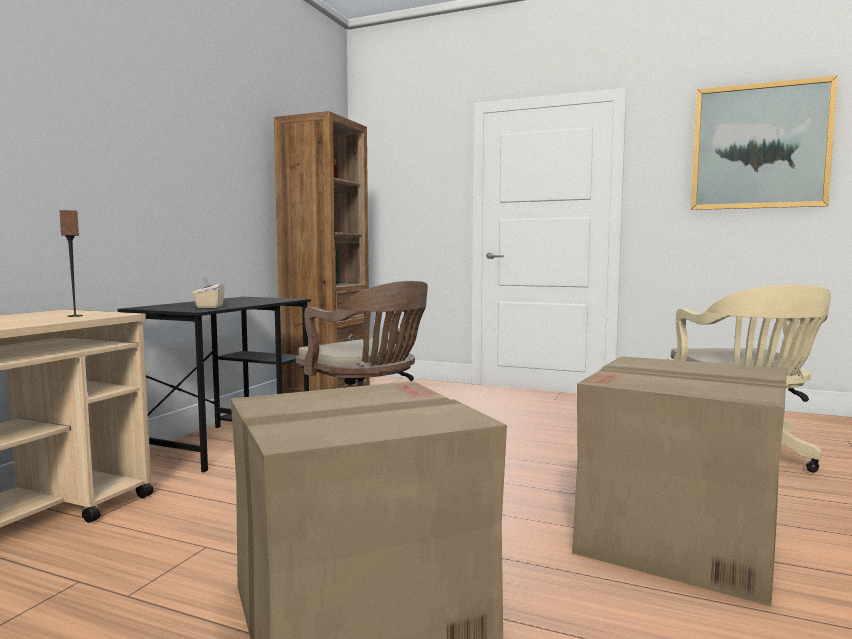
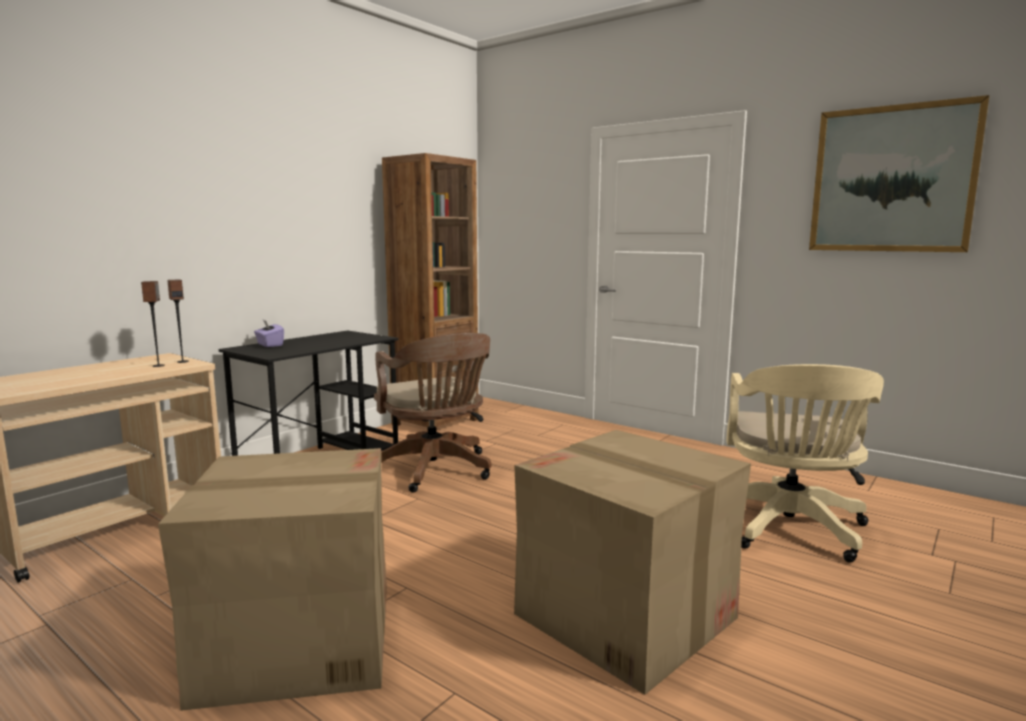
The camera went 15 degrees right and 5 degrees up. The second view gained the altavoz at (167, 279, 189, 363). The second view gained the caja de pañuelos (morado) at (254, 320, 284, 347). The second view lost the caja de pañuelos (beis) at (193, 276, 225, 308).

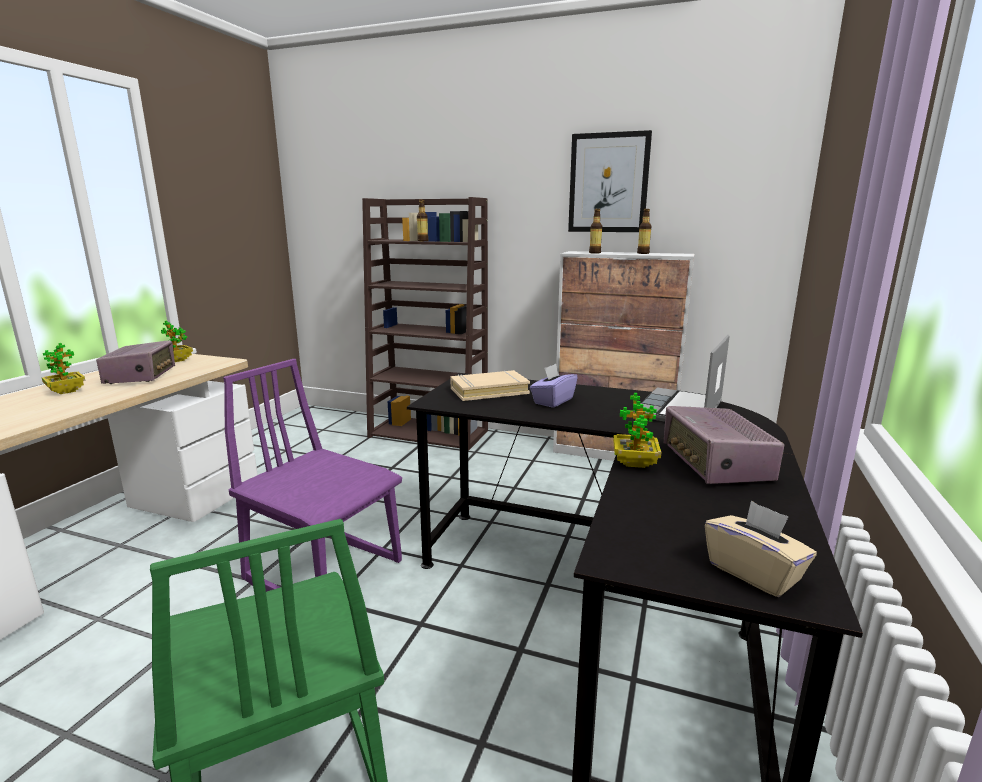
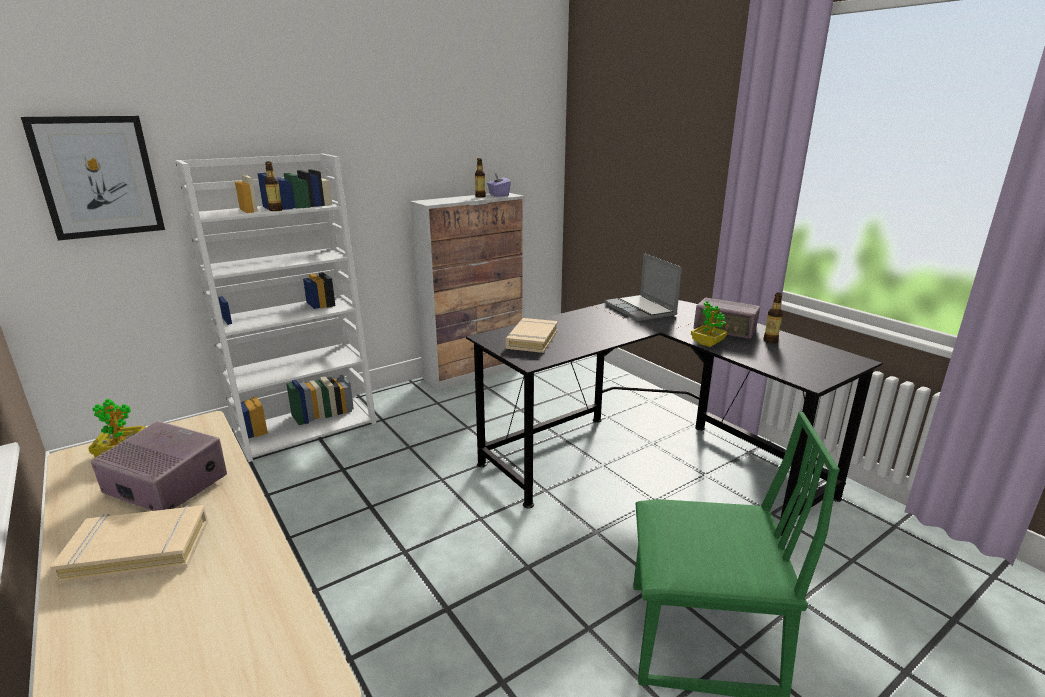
The camera went 55 degrees left and 5 degrees up. The cuadro ended up elsewhere, having gone from (568, 130, 652, 232) to (21, 116, 165, 241). Where the planta en maceta stood at (42, 343, 86, 394), the libro (beis) came to stand at (50, 505, 208, 585). What was the estantería (marrón) at (362, 197, 488, 451) turned into the estantería (blanco) at (175, 154, 376, 462). The caja de pañuelos (morado) ended up elsewhere, having gone from (530, 364, 578, 408) to (487, 173, 511, 197). The botella ended up elsewhere, having gone from (589, 209, 602, 253) to (763, 293, 783, 343). The second view lost the silla (morado) at (223, 359, 402, 592). The second view lost the caja de pañuelos (beis) at (705, 500, 817, 597).

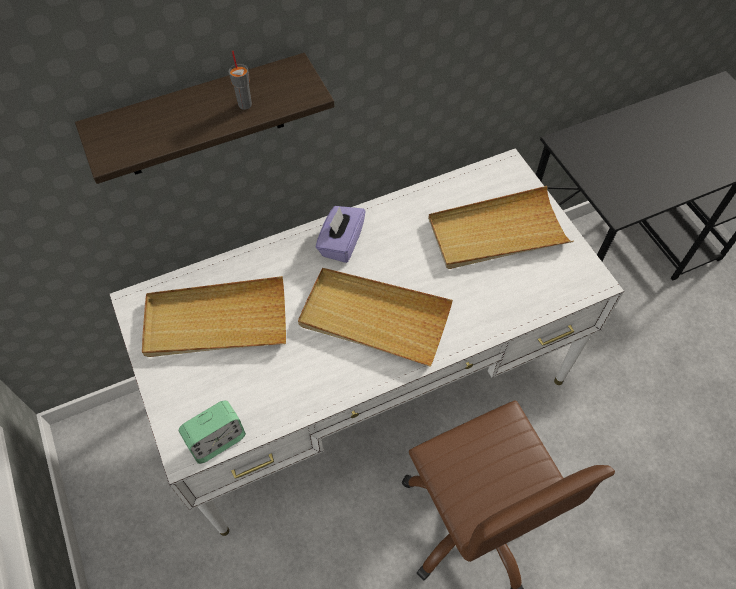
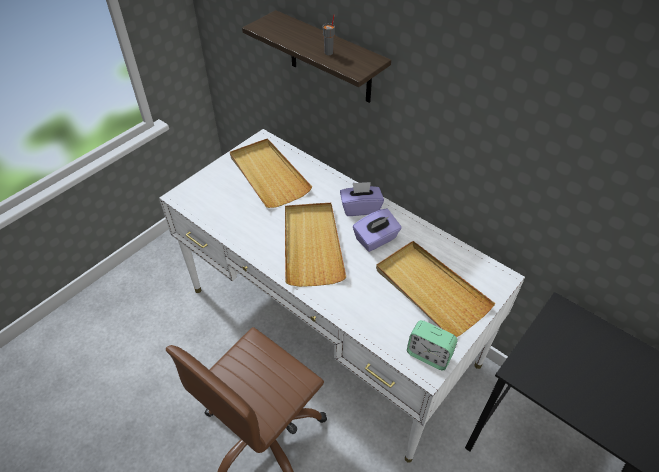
The camera went 65 degrees right and 10 degrees down. The second view gained the caja de pañuelos (morado) at (353, 208, 402, 252). The despertador ended up elsewhere, having gone from (179, 400, 246, 464) to (407, 320, 458, 370).

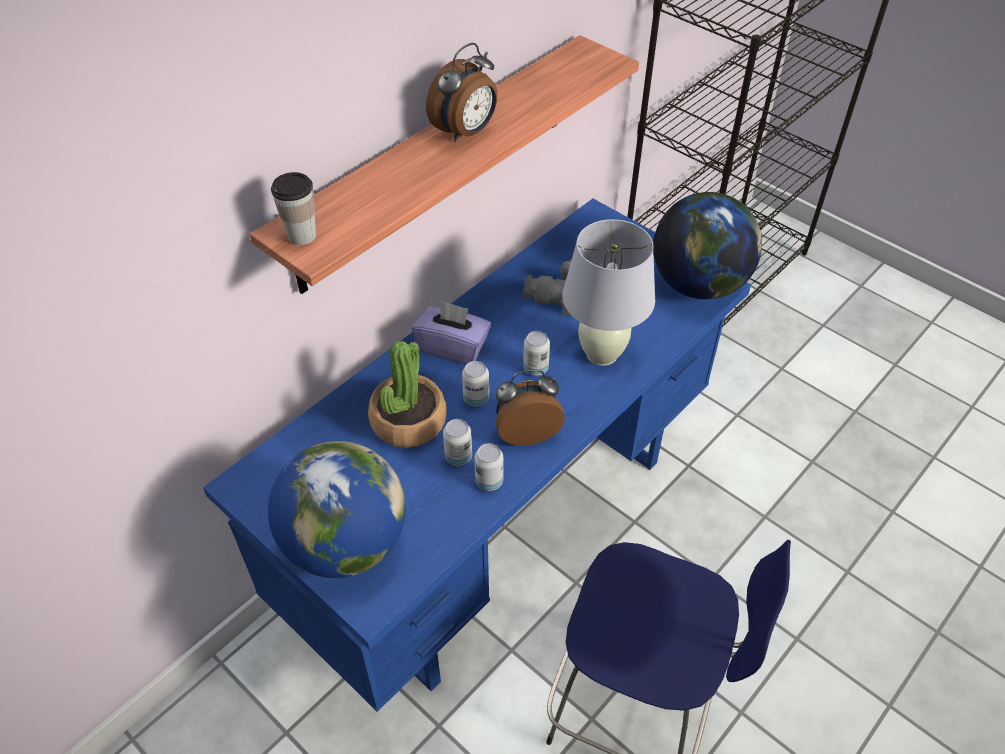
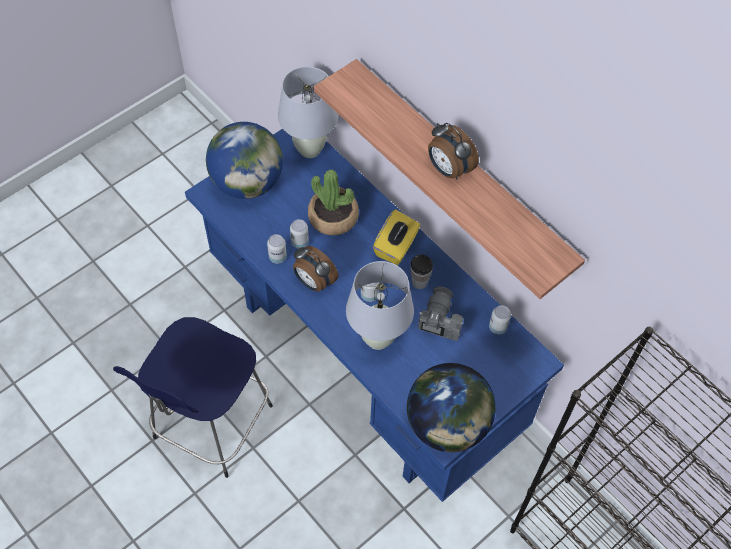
The camera went 95 degrees right and 10 degrees up. The second view gained the lámpara de mesa (blanco) at (278, 66, 339, 158). The despertador at (496, 370, 565, 446) ended up facing another way, 135 degrees clockwise from before. What was the caja de pañuelos (morado) at (412, 301, 491, 364) turned into the caja de pañuelos (amarillo) at (373, 209, 420, 265). The taza ended up elsewhere, having gone from (271, 172, 316, 245) to (411, 254, 433, 289). The lata ended up elsewhere, having gone from (462, 361, 489, 406) to (489, 305, 511, 334).

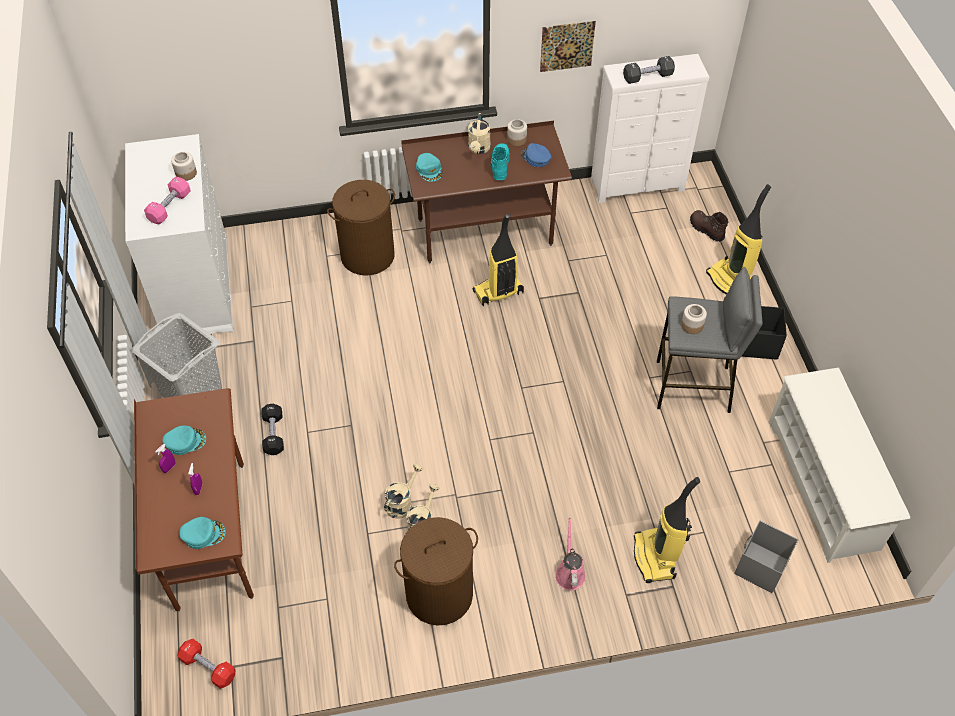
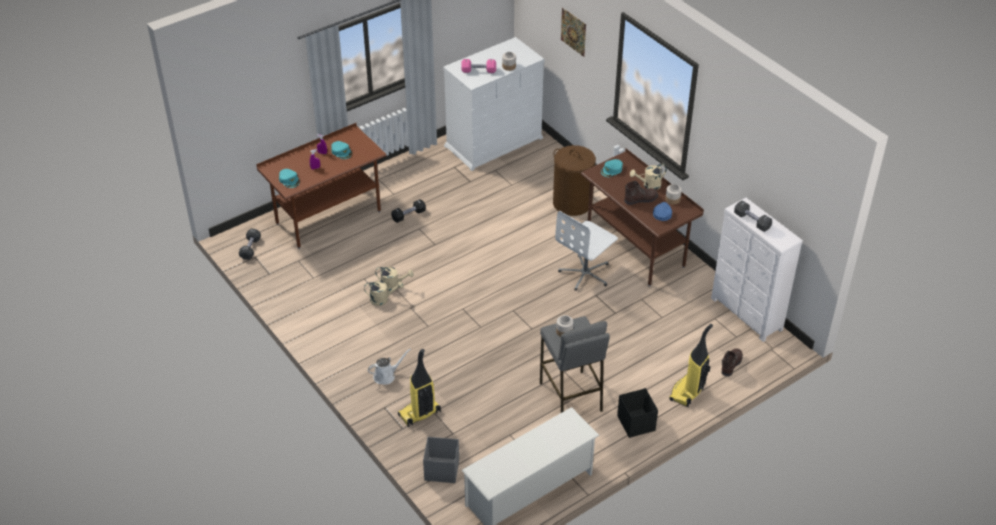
The camera went 65 degrees right and 10 degrees down. What was the mancuerna (rojo) at (178, 639, 235, 689) turned into the mancuerna (negro) at (239, 228, 261, 260). What was the regadera (rosa) at (555, 518, 586, 590) turned into the regadera (blanco) at (368, 349, 411, 385). Where the aspiradora stood at (473, 214, 524, 306), the silla de oficina (blanco) came to stand at (555, 211, 618, 291). The cuadro ended up elsewhere, having gone from (540, 21, 596, 72) to (561, 8, 586, 57). What was the bota (turquesa) at (489, 143, 510, 180) turned into the bota (marrón) at (624, 181, 658, 205). The second view lost the cesto de la ropa (gris) at (132, 313, 222, 398). The second view lost the cesto de la ropa (marrón) at (394, 517, 478, 626).

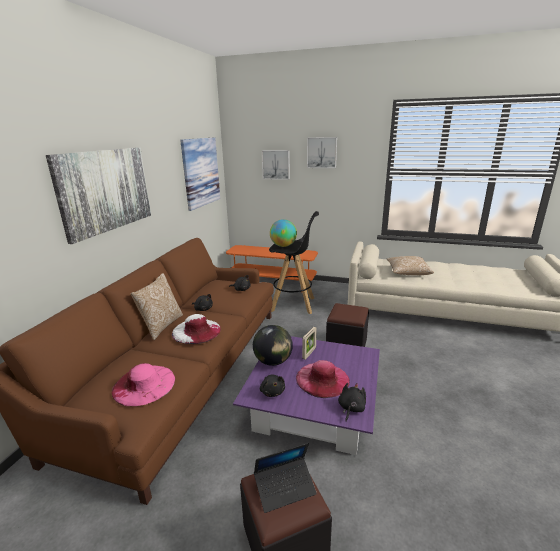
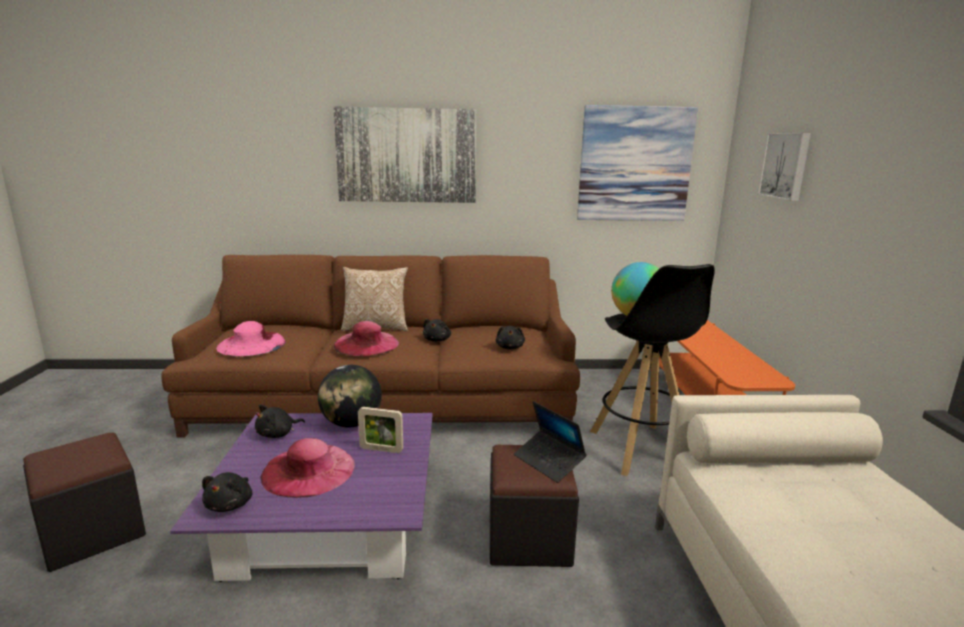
The camera went 70 degrees right and 5 degrees down. The peluche (negro) at (338, 383, 366, 421) ended up facing another way, 90 degrees clockwise from before. What was the sombrero (blanco) at (172, 314, 221, 344) turned into the sombrero (rosa) at (334, 321, 399, 356). The portátil ended up elsewhere, having gone from (254, 443, 317, 513) to (514, 401, 587, 483). The second view lost the cuadro at (307, 137, 337, 168). The second view lost the cojín at (387, 256, 434, 275).

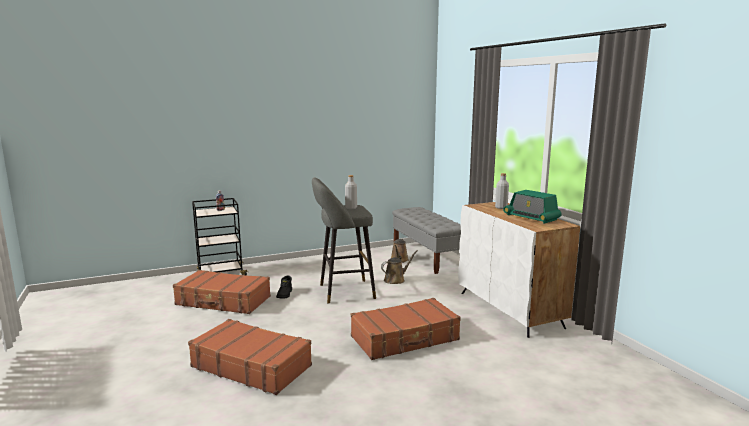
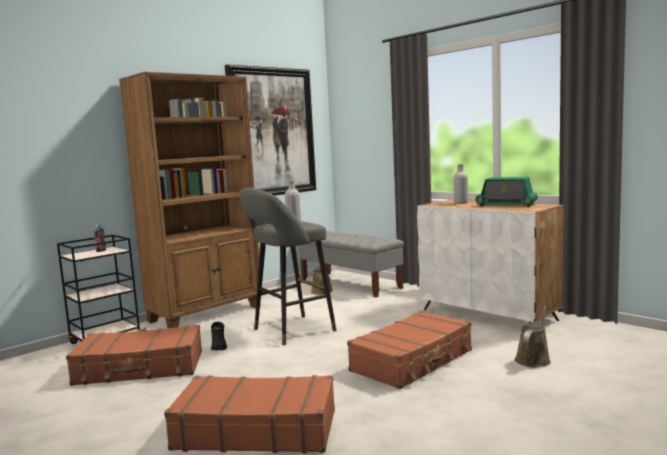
The camera went 20 degrees left and 5 degrees down. The second view gained the estantería (marrón) at (119, 72, 262, 328). The second view gained the cuadro at (225, 64, 316, 196). The regadera (marrón) ended up elsewhere, having gone from (381, 250, 418, 284) to (515, 306, 551, 367).

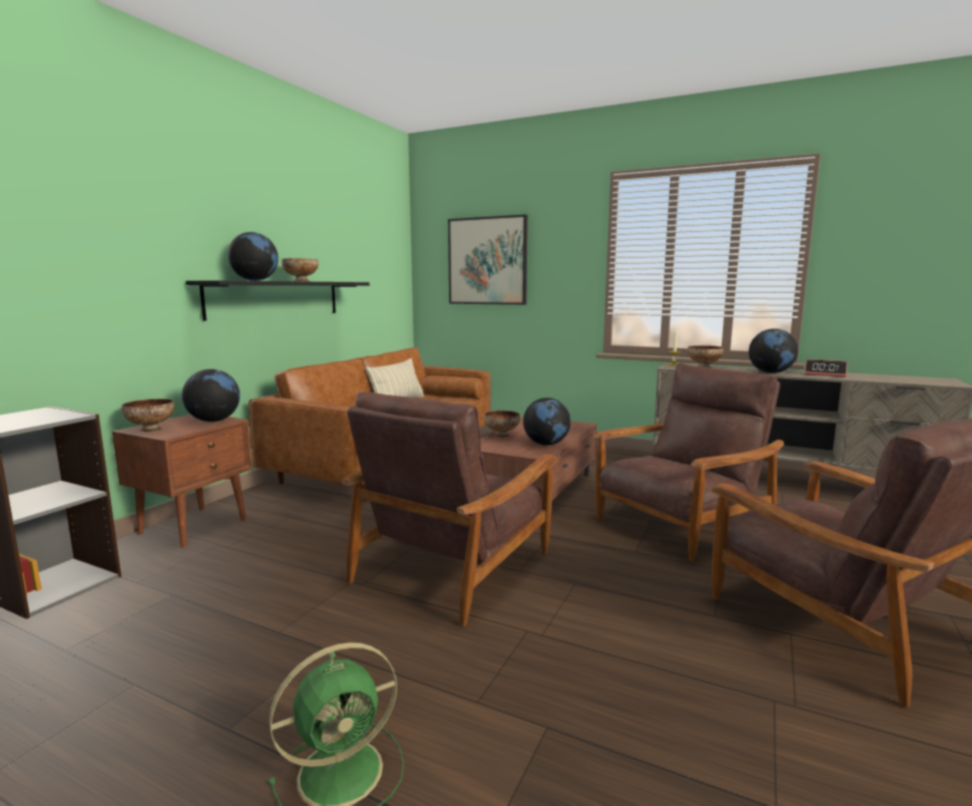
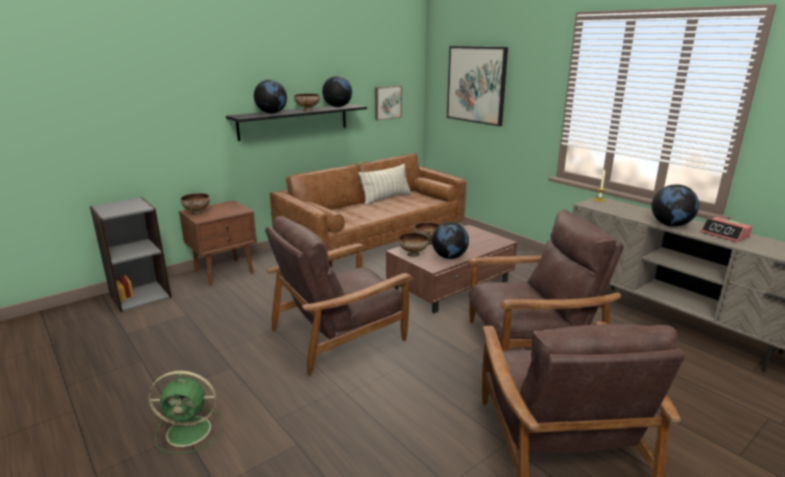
The camera went 25 degrees right and 10 degrees up. The globo terráqueo ended up elsewhere, having gone from (182, 369, 240, 422) to (322, 76, 352, 107). The second view gained the cuadro at (375, 86, 402, 120). The cuenco ended up elsewhere, having gone from (688, 345, 724, 368) to (399, 233, 428, 257).

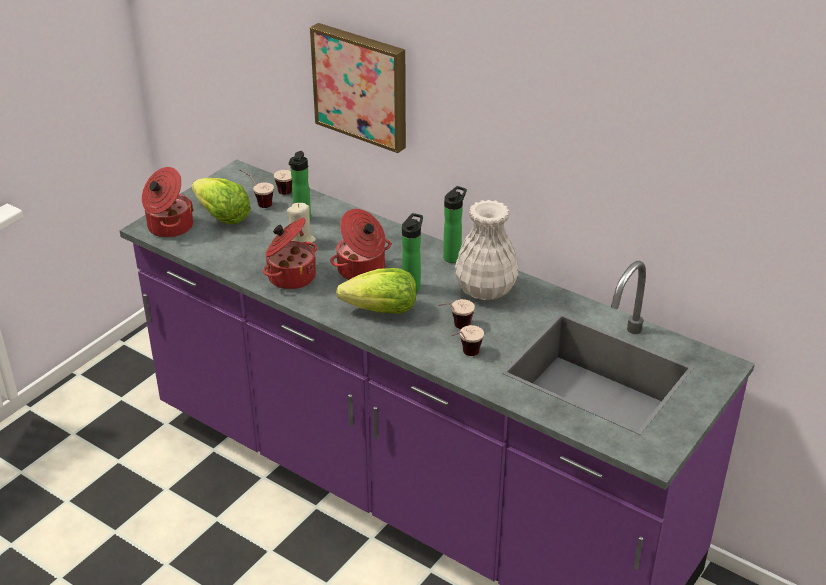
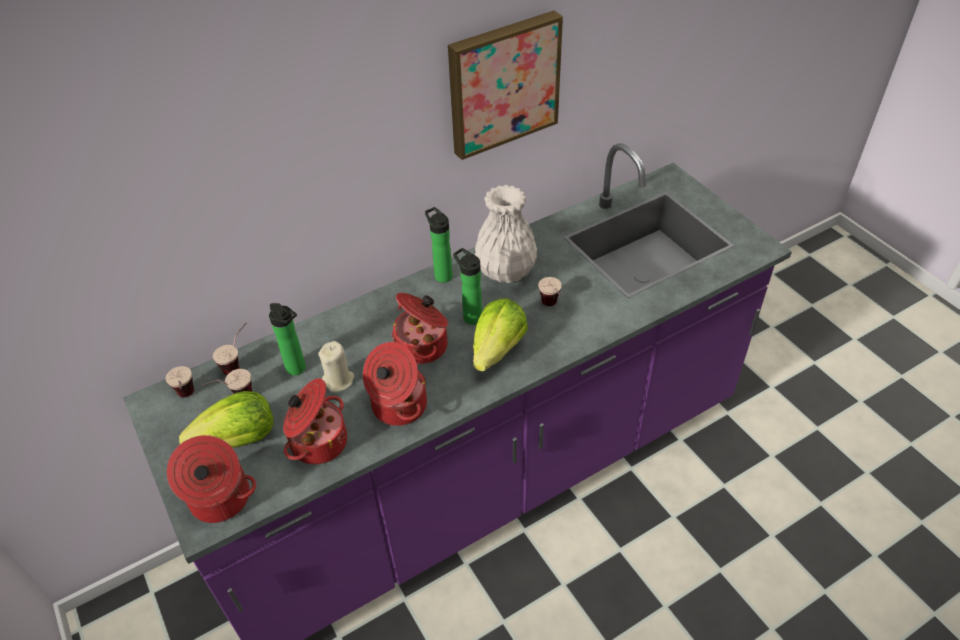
The camera went 65 degrees left and 10 degrees up. The taza ended up elsewhere, having gone from (451, 325, 484, 356) to (166, 366, 194, 398). The second view gained the olla at (283, 378, 347, 464). The cuadro ended up elsewhere, having gone from (310, 23, 406, 153) to (448, 11, 563, 160).

